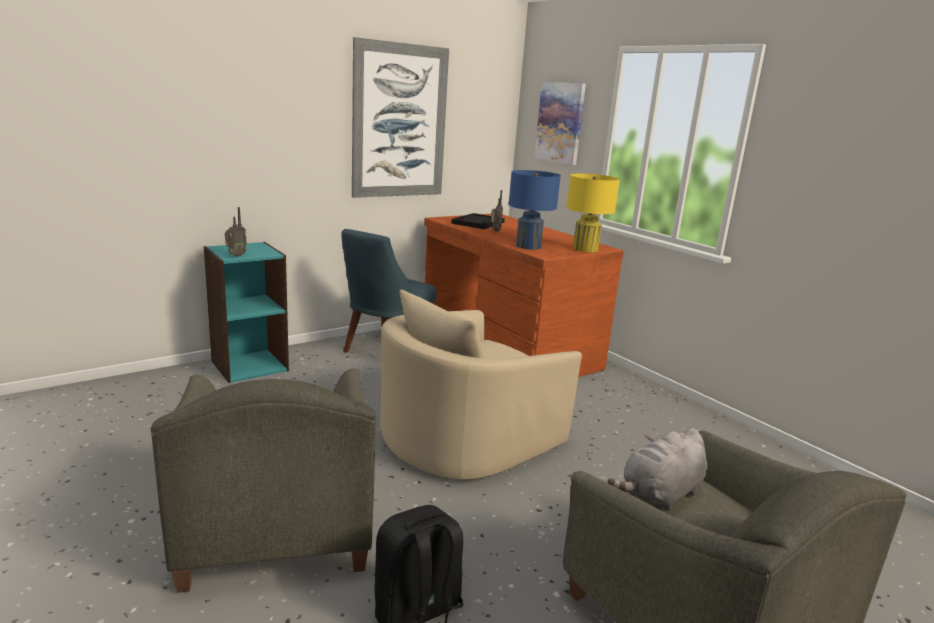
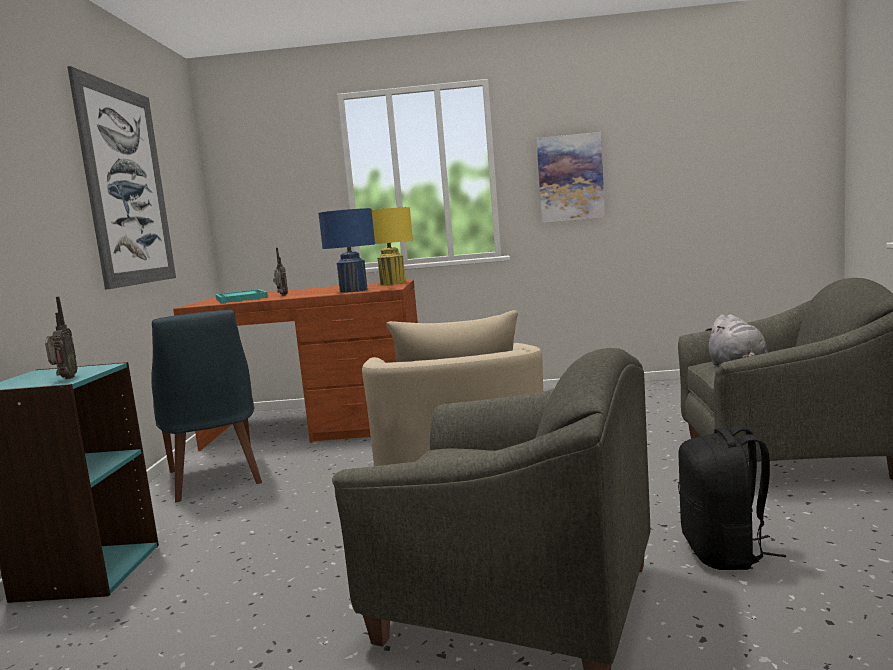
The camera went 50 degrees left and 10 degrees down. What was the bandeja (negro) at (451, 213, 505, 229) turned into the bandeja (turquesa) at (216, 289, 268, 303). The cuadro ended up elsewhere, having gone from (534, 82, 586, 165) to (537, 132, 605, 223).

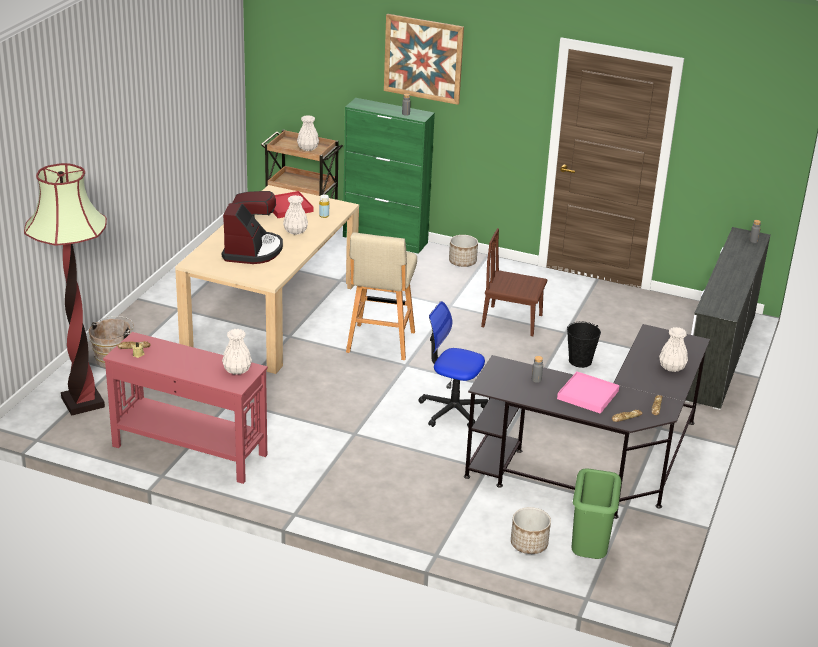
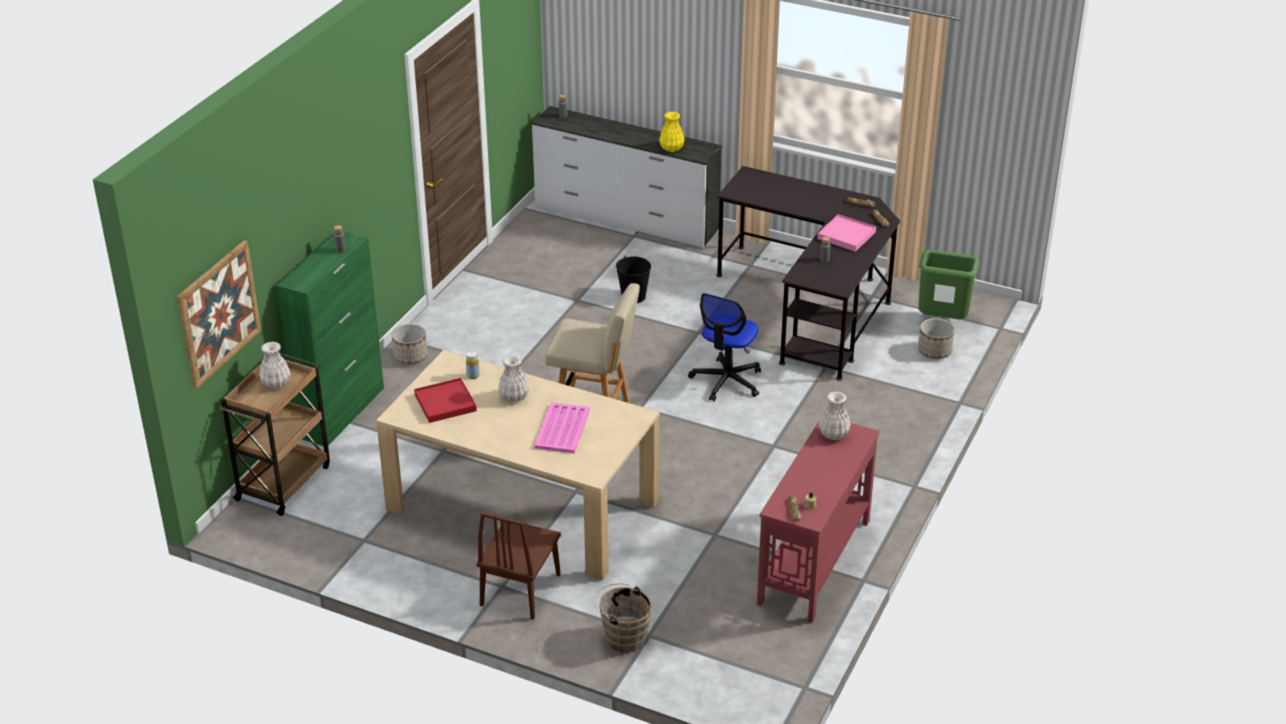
The camera went 85 degrees left and 5 degrees up. The cuadro ended up elsewhere, having gone from (384, 14, 464, 105) to (177, 240, 261, 388). The silla (marrón) ended up elsewhere, having gone from (481, 228, 547, 336) to (477, 512, 561, 620). Where the cafetera stood at (222, 191, 283, 264), the bandeja (rosa) came to stand at (534, 402, 590, 453). The second view gained the florero (amarillo) at (659, 111, 685, 152). The second view lost the lámpara de pie at (24, 163, 107, 416). The second view lost the florero (blanco) at (659, 327, 688, 372).

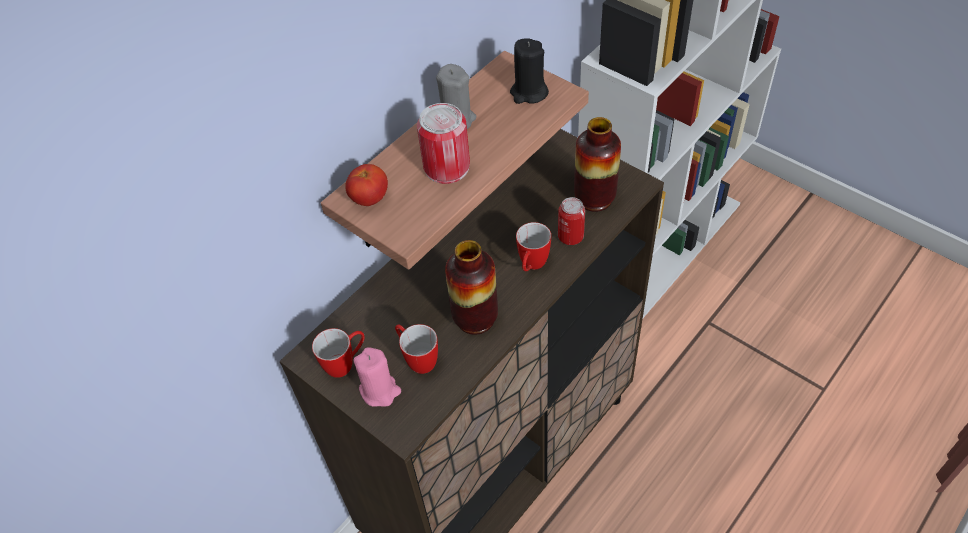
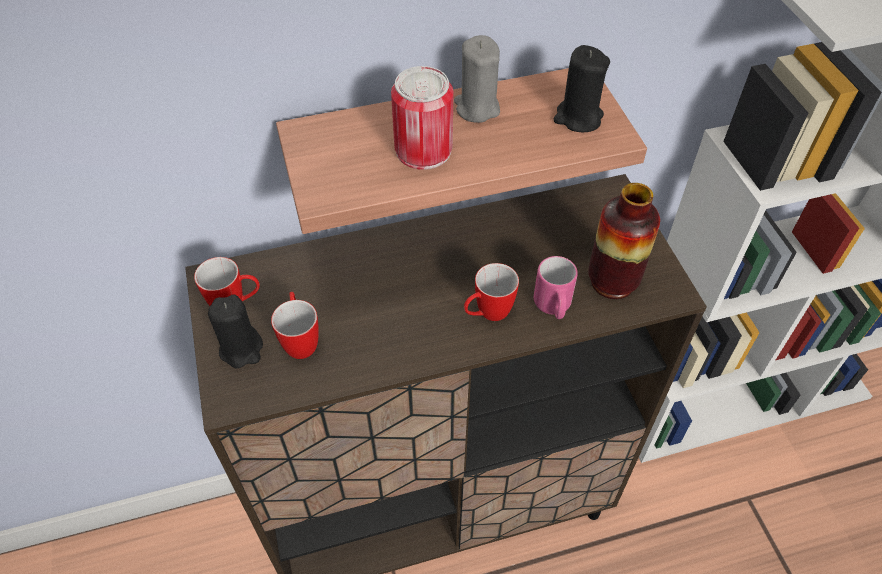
The camera went 30 degrees right and 0 degrees up. What was the vela (rosa) at (354, 347, 401, 407) turned into the vela (negro) at (208, 294, 263, 368). Where the lata stood at (558, 197, 585, 245), the taza grande (rosa) came to stand at (534, 256, 578, 319). The second view lost the tomate at (345, 164, 388, 206). The second view lost the florero at (445, 240, 498, 335).

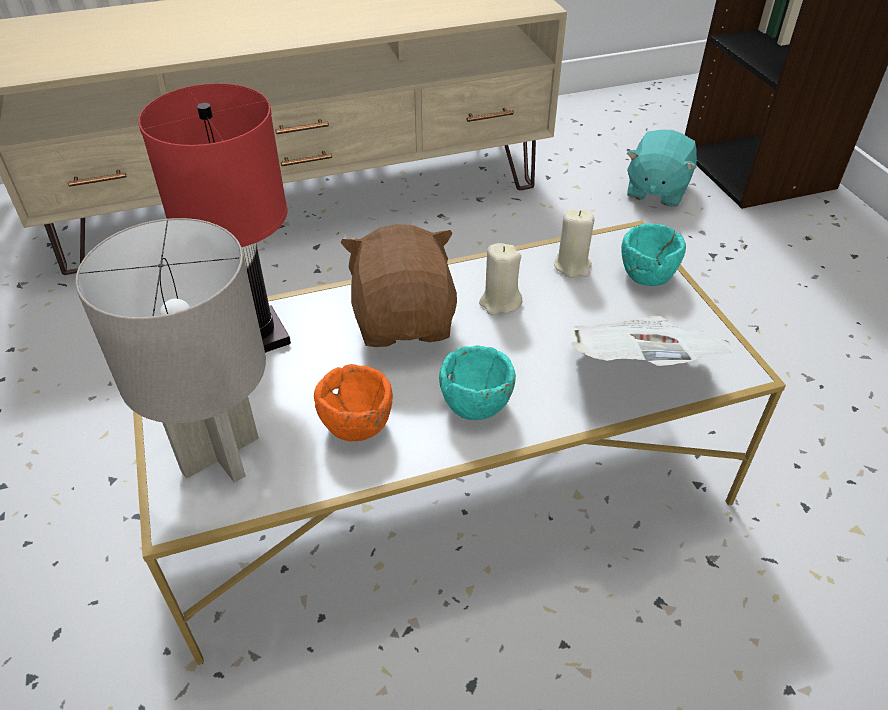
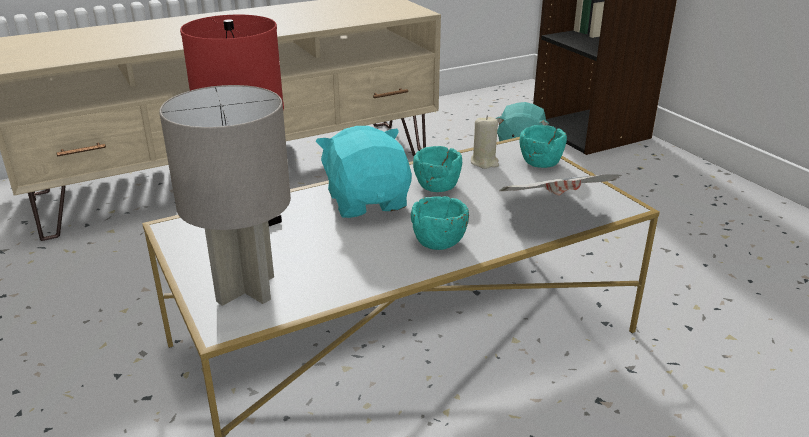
The camera went 10 degrees left and 15 degrees down. What was the peluche (marrón) at (341, 224, 457, 347) turned into the peluche (turquesa) at (316, 126, 412, 218). Where the vela (beis) stood at (479, 243, 522, 315), the cuenco (turquesa) came to stand at (413, 146, 462, 192). The second view lost the cuenco (naranja) at (314, 364, 393, 441).

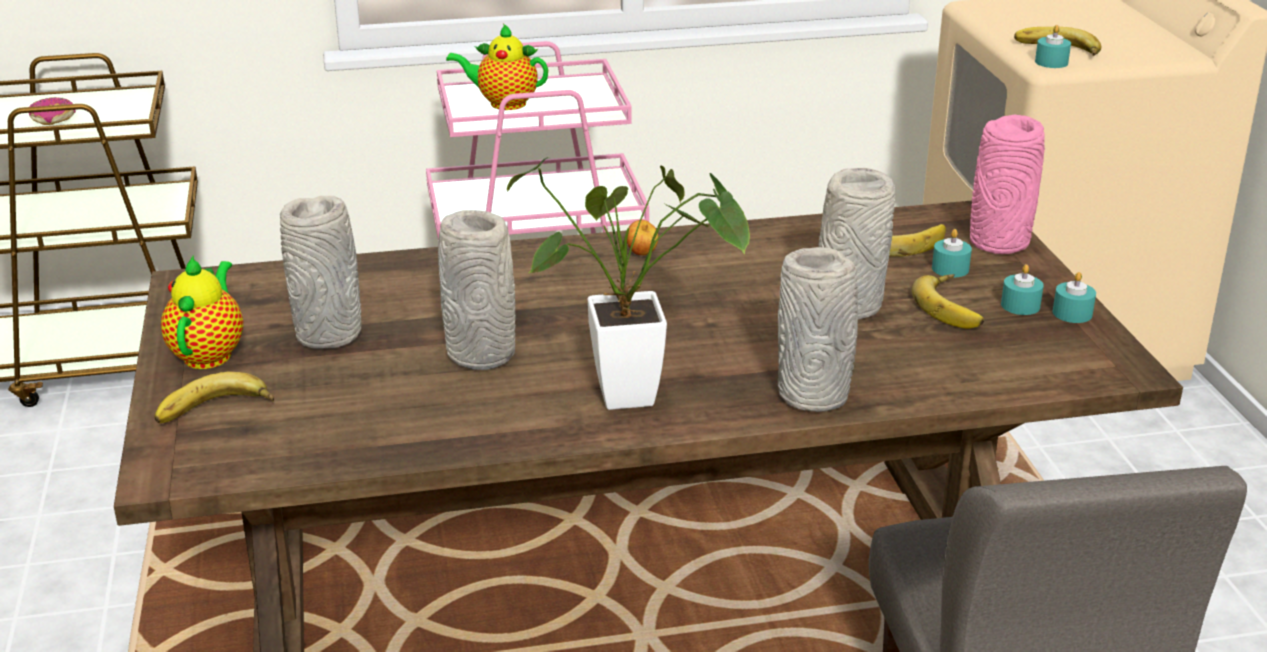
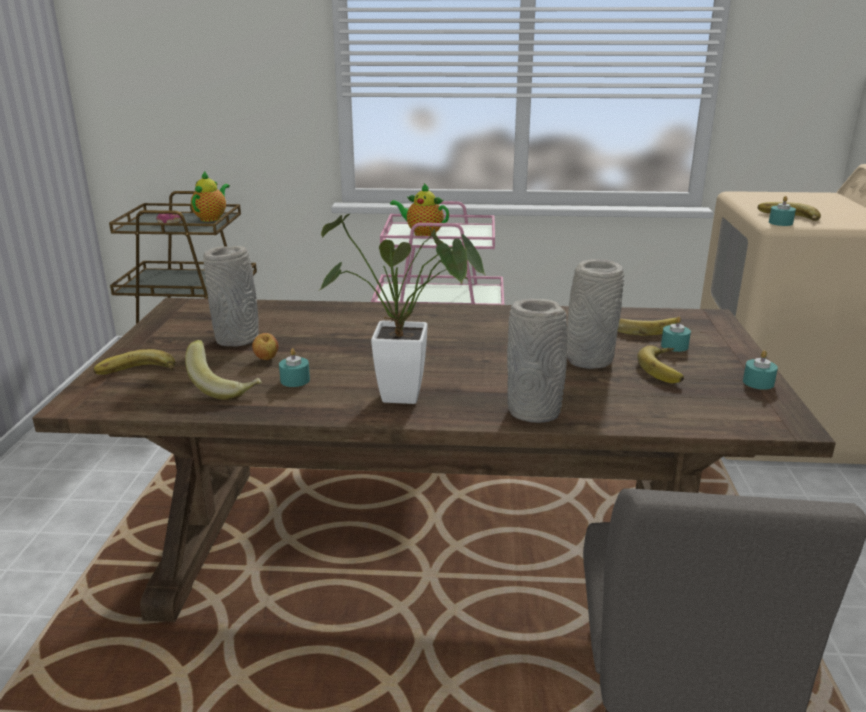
The camera went 15 degrees right and 5 degrees down. The second view gained the plátano at (185, 340, 262, 400). The tetera ended up elsewhere, having gone from (161, 256, 243, 369) to (191, 171, 230, 222). The manzana ended up elsewhere, having gone from (627, 220, 658, 255) to (252, 333, 279, 360). The vela (turquesa) ended up elsewhere, having gone from (1001, 264, 1044, 315) to (279, 348, 310, 387). The second view lost the florero (gris) at (438, 210, 516, 370). The second view lost the florero (rosa) at (970, 115, 1045, 254).

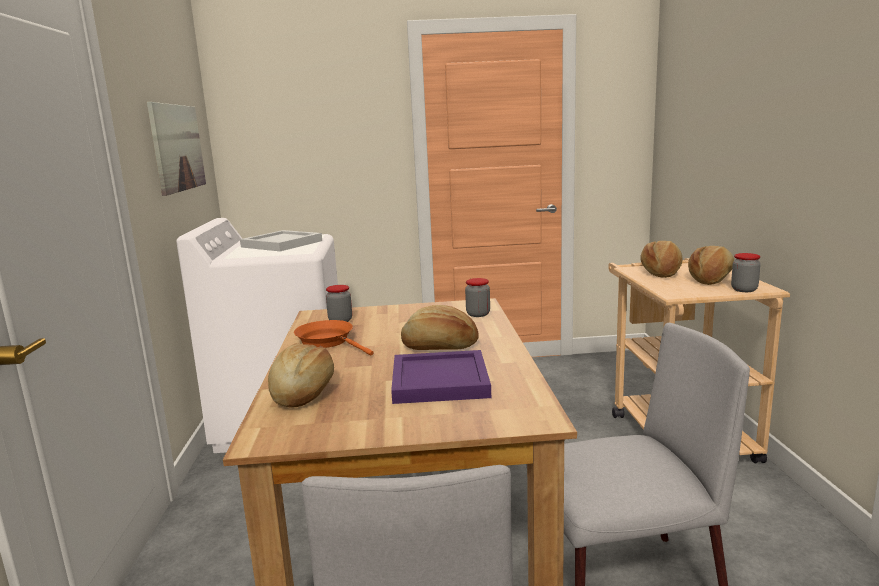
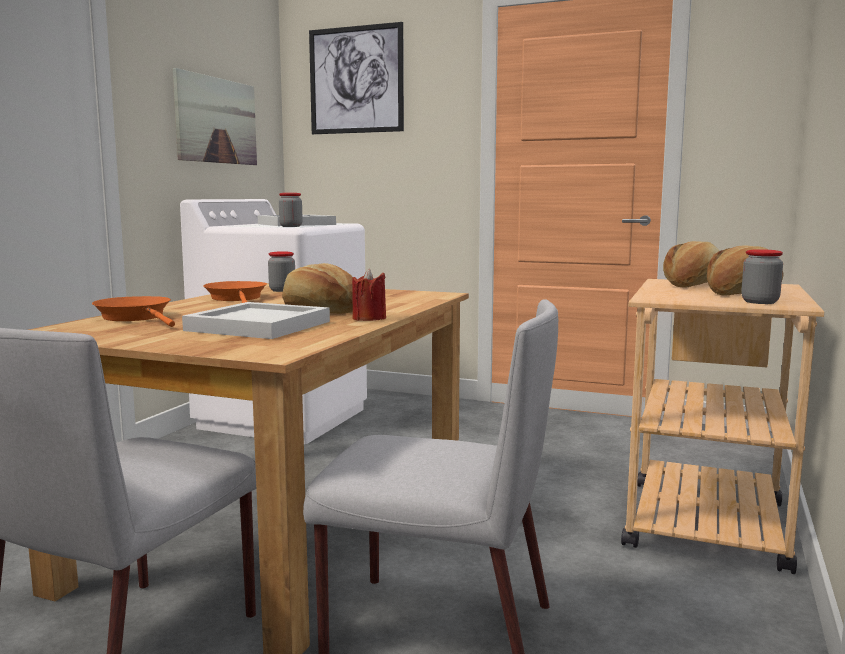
The camera went 25 degrees right and 5 degrees down. Where the pan stood at (268, 344, 334, 407), the sartén (naranja) came to stand at (92, 296, 175, 327). What was the bandeja (morado) at (391, 350, 491, 404) turned into the bandeja (blanco) at (182, 302, 330, 339). The tarro ended up elsewhere, having gone from (465, 278, 490, 317) to (279, 193, 303, 227). The second view gained the cuadro at (309, 22, 404, 134). The second view gained the vela (rojo) at (352, 269, 386, 321).

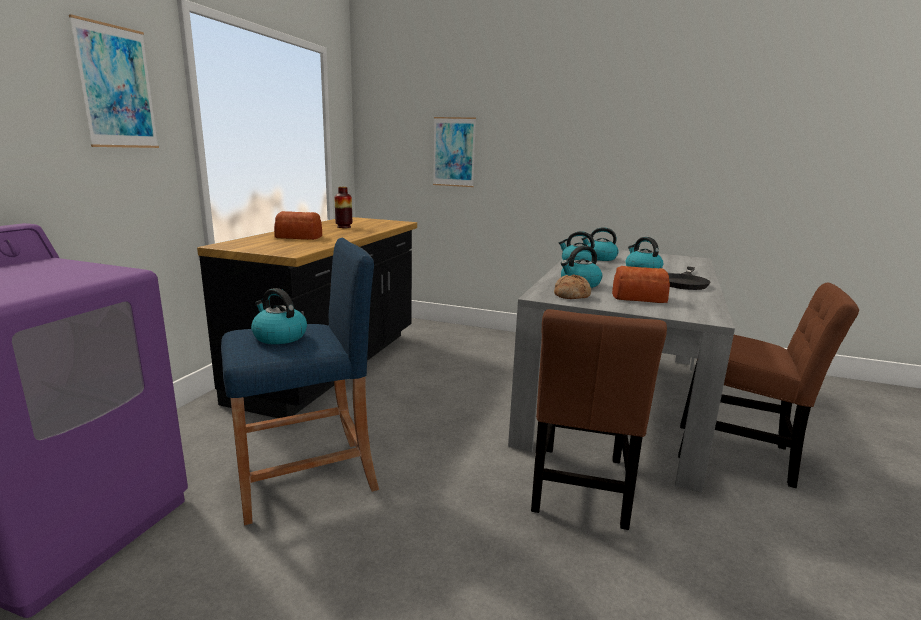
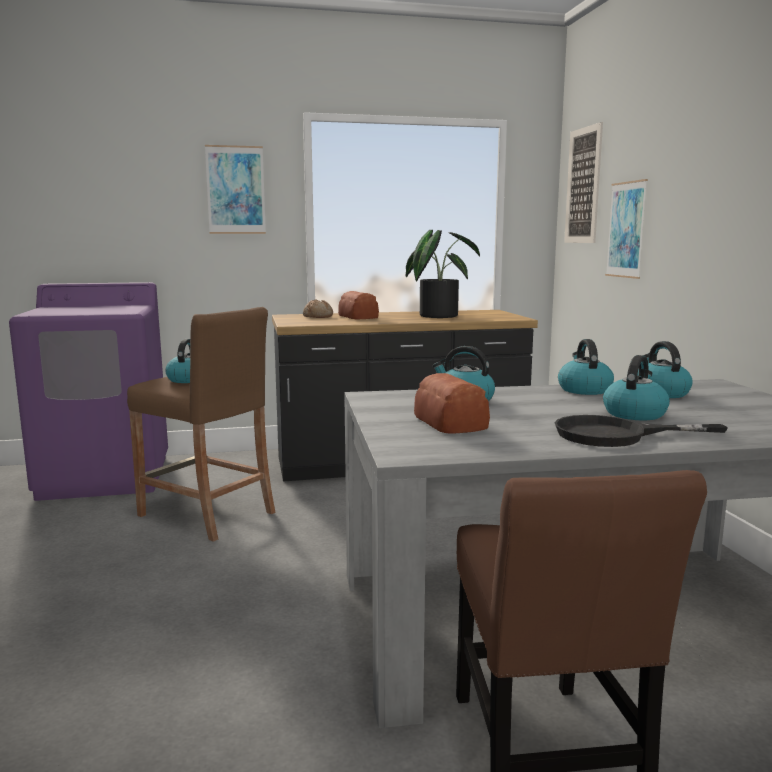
The camera went 60 degrees right and 5 degrees down. What was the taburete (azul) at (221, 237, 379, 525) turned into the taburete (marrón) at (127, 307, 276, 542). The pan ended up elsewhere, having gone from (554, 274, 591, 299) to (303, 300, 333, 318). Where the florero stood at (335, 187, 352, 228), the planta en maceta came to stand at (405, 230, 480, 318). The second view gained the cuadro at (564, 122, 603, 243). The second view lost the silla (marrón) at (531, 309, 667, 530).

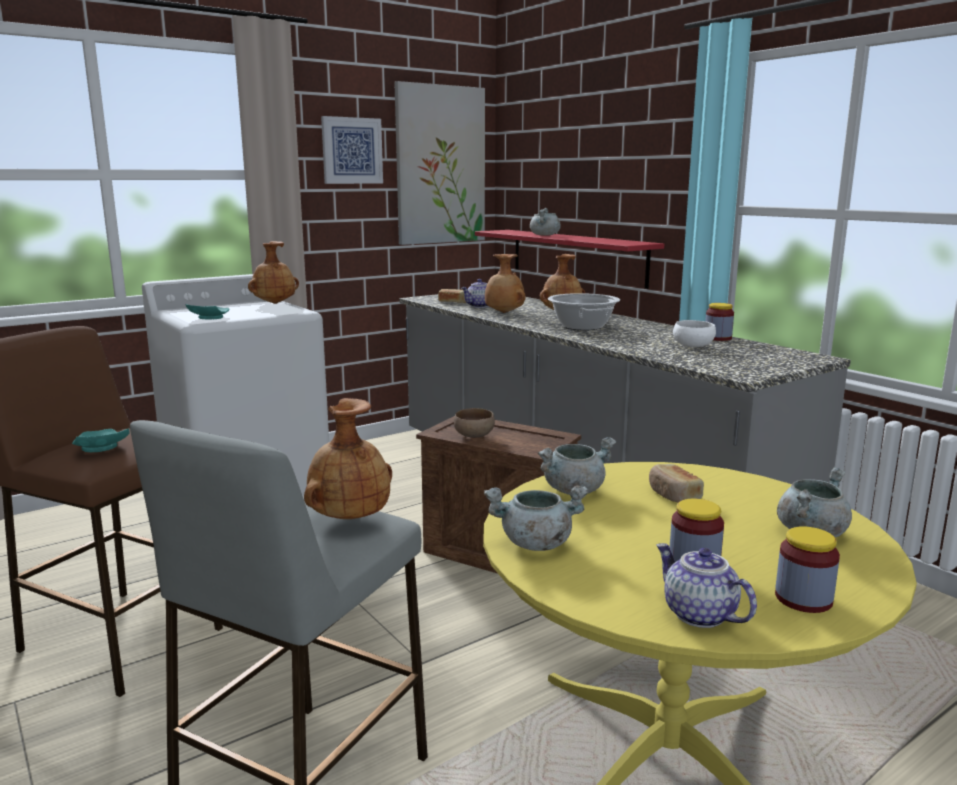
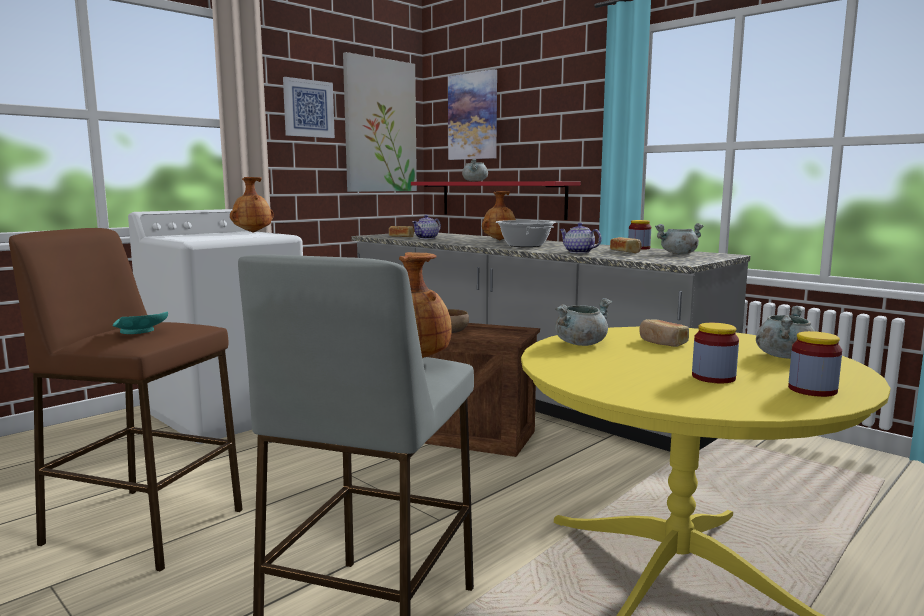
The camera went 10 degrees left and 5 degrees down. The second view gained the cuadro at (448, 69, 497, 160). The tetera ended up elsewhere, having gone from (656, 543, 757, 628) to (559, 223, 602, 253). Where the cuenco (blanco) stood at (673, 320, 716, 347), the pan came to stand at (610, 237, 642, 253). The olla (gris) ended up elsewhere, having gone from (484, 485, 588, 551) to (655, 223, 703, 254). The second view lost the plato (turquesa) at (186, 304, 230, 320). The second view lost the florero (marrón) at (485, 254, 526, 313).

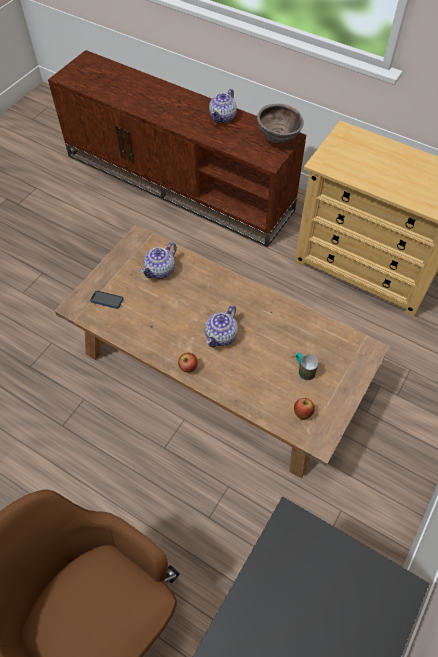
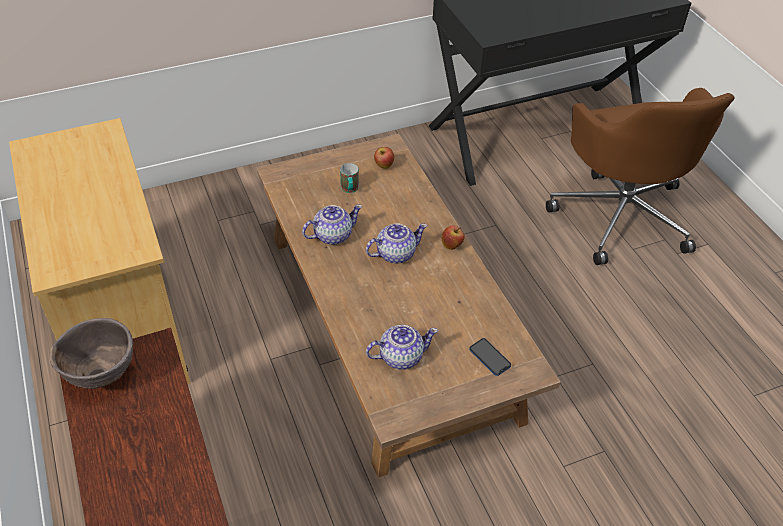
The camera went 145 degrees left and 10 degrees down. The tetera ended up elsewhere, having gone from (209, 89, 237, 123) to (302, 204, 362, 245).

